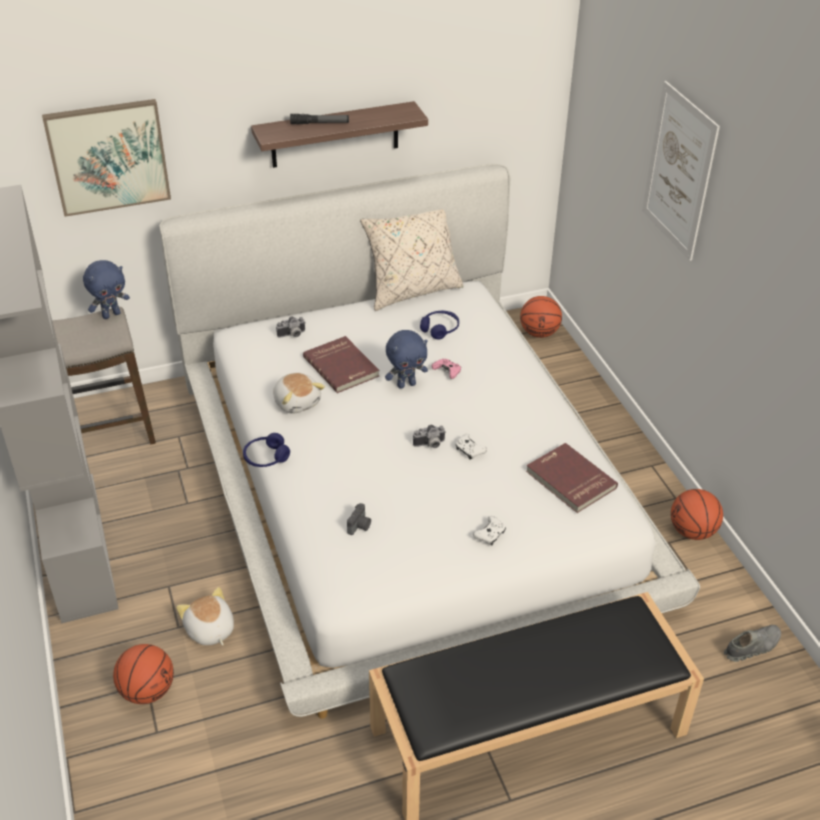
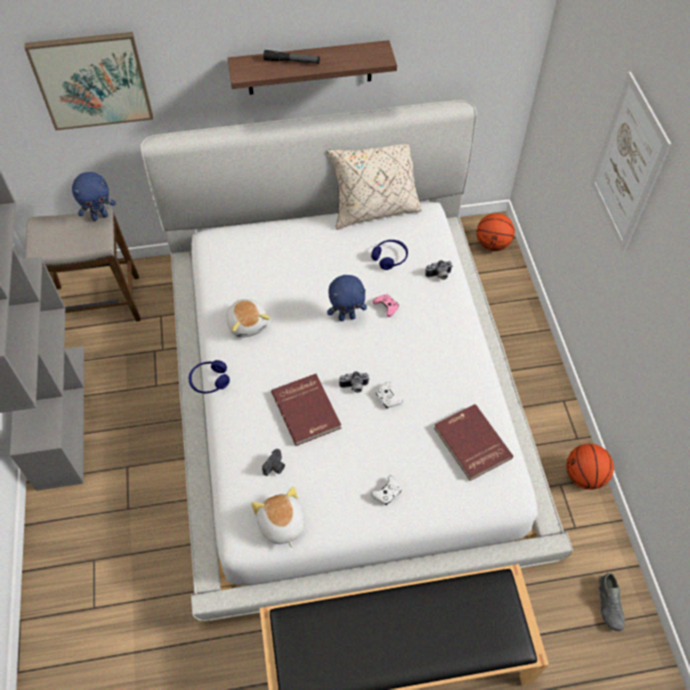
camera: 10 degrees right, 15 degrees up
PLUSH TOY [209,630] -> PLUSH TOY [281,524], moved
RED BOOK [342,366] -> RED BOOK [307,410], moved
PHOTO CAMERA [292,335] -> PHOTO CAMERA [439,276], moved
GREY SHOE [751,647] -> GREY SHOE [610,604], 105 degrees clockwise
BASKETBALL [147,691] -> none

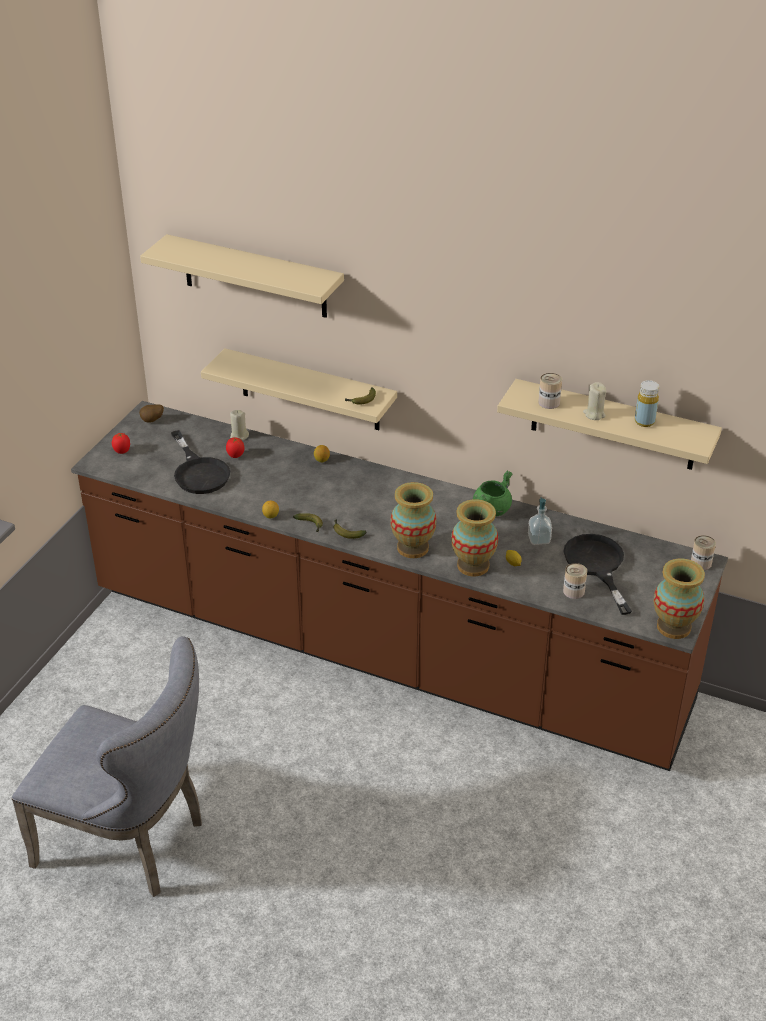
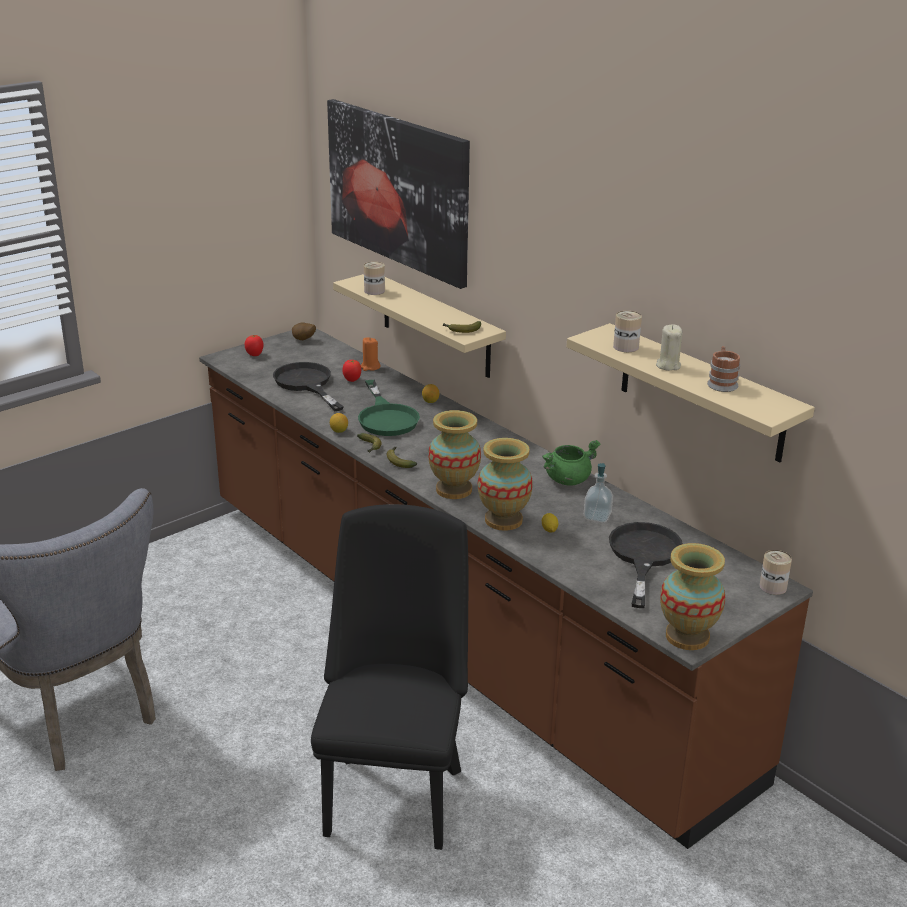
camera: 25 degrees right, 10 degrees down
BLACK FRYING PAN [199,472] -> BLACK FRYING PAN [306,384], 150 degrees clockwise
none -> BLACK CHAIR [394,791]
BEIGE SHELF [254,277] -> PICTURE [398,190]
none -> GREEN FRYING PAN [386,417]
BEIGE CANDLE [239,436] -> ORANGE CANDLE [370,367]
CAN [573,591] -> CAN [374,291], moved
YELLOW BOTTLE [644,422] -> MUG [721,383]

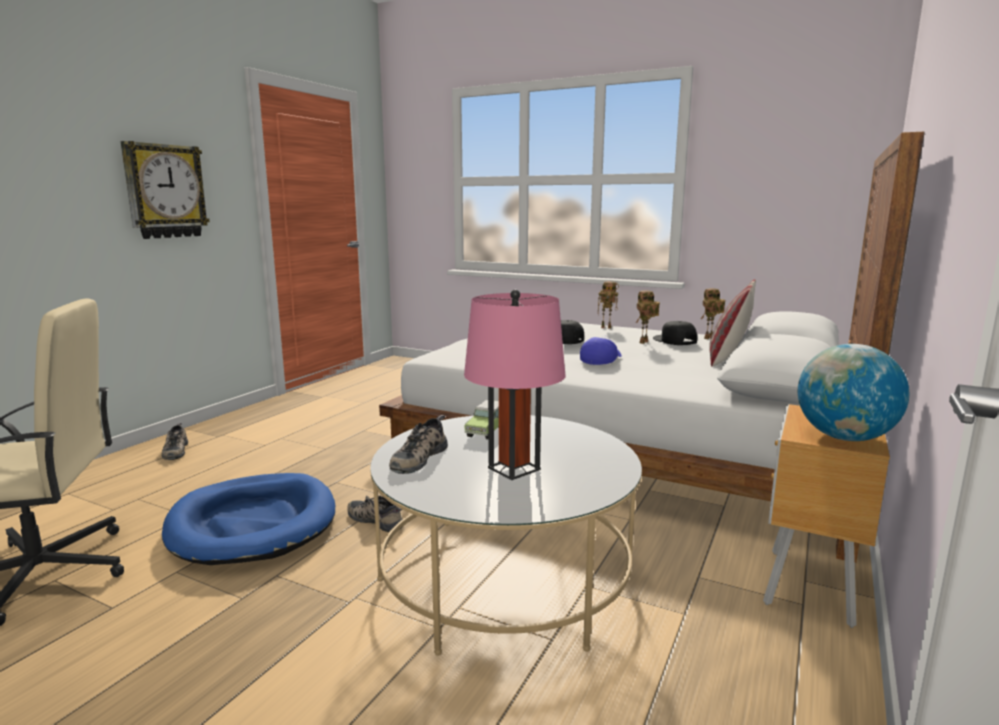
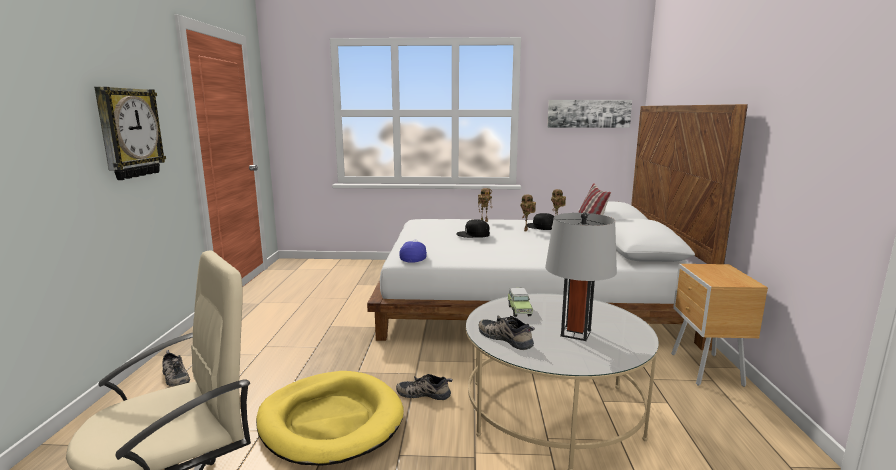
camera: 25 degrees left, 0 degrees up
BLUE DOG BED [253,523] -> YELLOW DOG BED [331,421]
CAP [601,358] -> CAP [414,256], moved
SHOE [418,457] -> SHOE [506,338], 135 degrees clockwise
PINK TABLE LAMP [514,469] -> GREY TABLE LAMP [576,333]
none -> PICTURE [588,113]
GLOBE [844,437] -> none

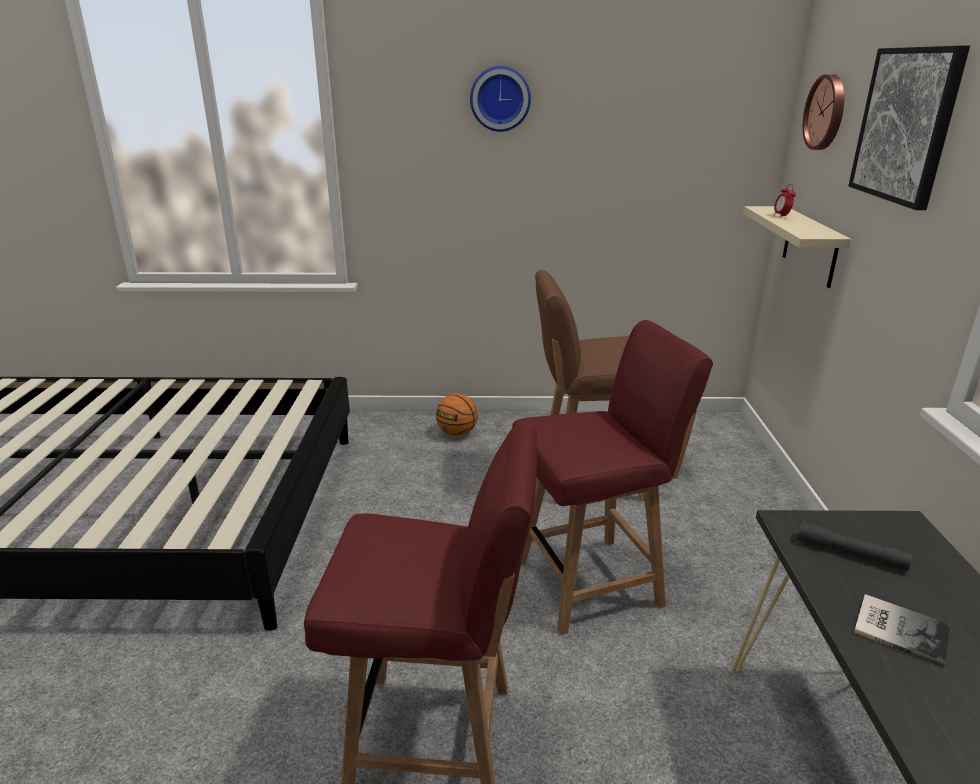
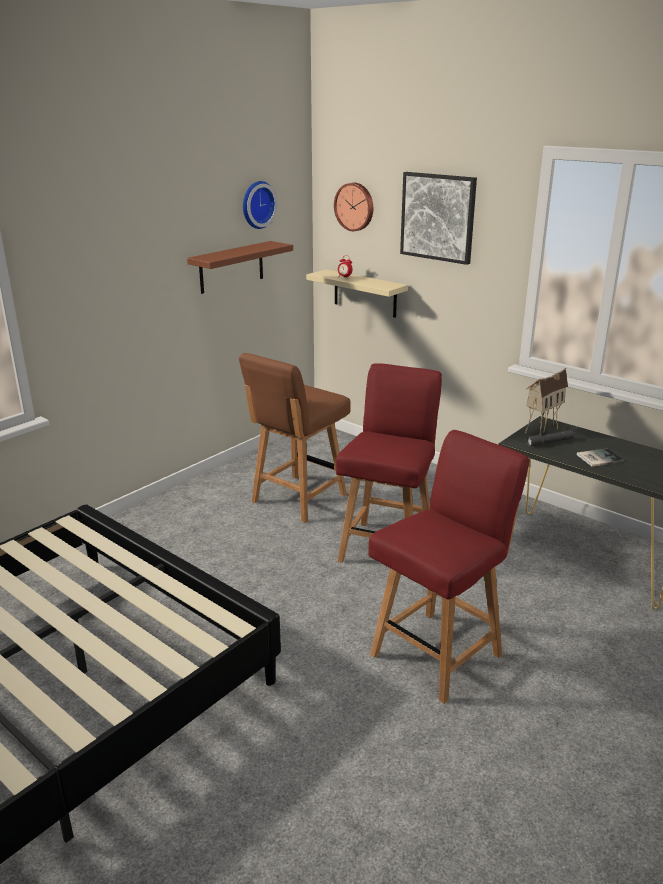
camera: 50 degrees left, 0 degrees up
none -> BROWN SHELF [231,267]
WALL CLOCK [500,99] -> WALL CLOCK [256,204], moved
none -> TOY HOUSE [540,429]
BASKETBALL [457,433] -> none

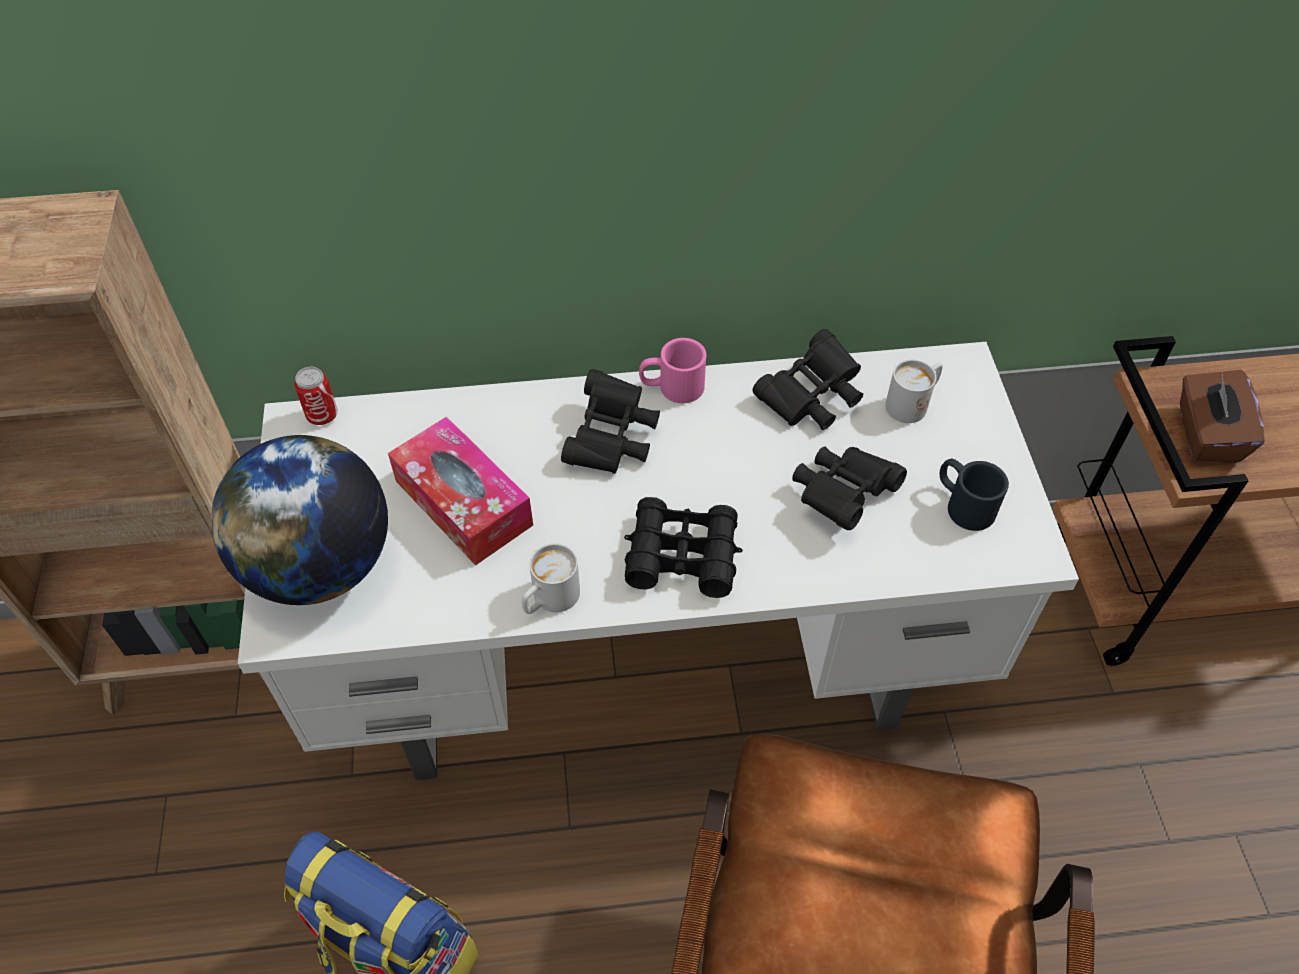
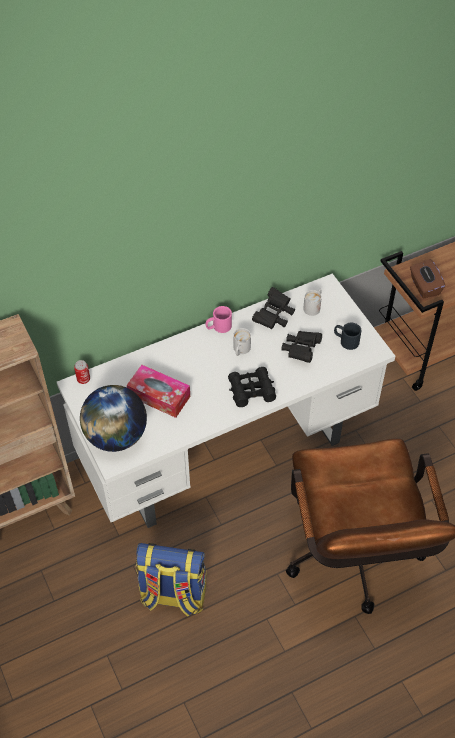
camera: 20 degrees left, 0 degrees up
WHITE MUG [549,600] -> WHITE MUG [240,350], moved
BLACK BINOCULARS [612,439] -> none

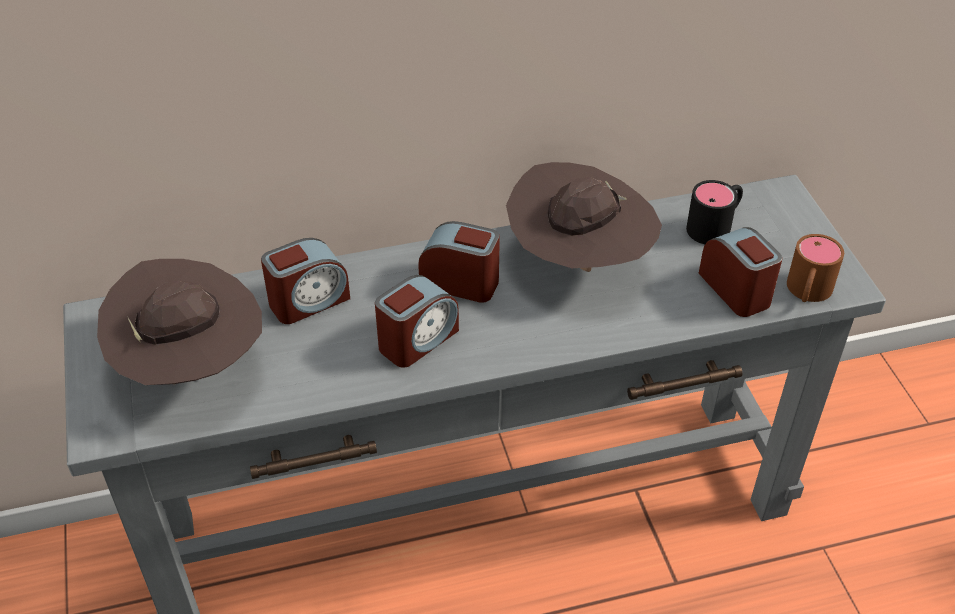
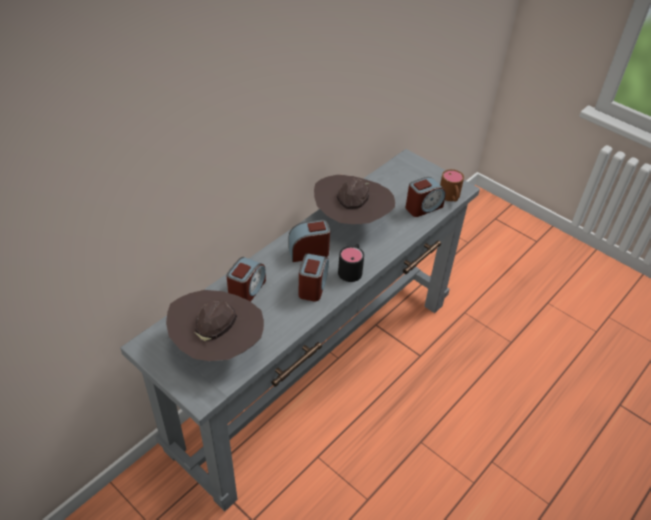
camera: 35 degrees left, 0 degrees up
BLACK MUG [715,226] -> BLACK MUG [351,269], moved
ALARM CLOCK [736,289] -> ALARM CLOCK [423,207], 120 degrees clockwise

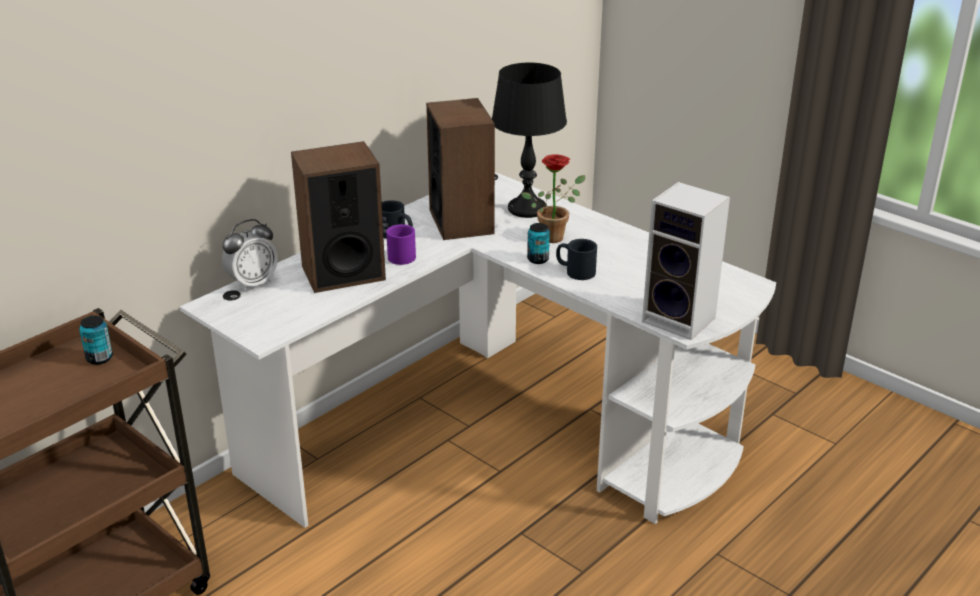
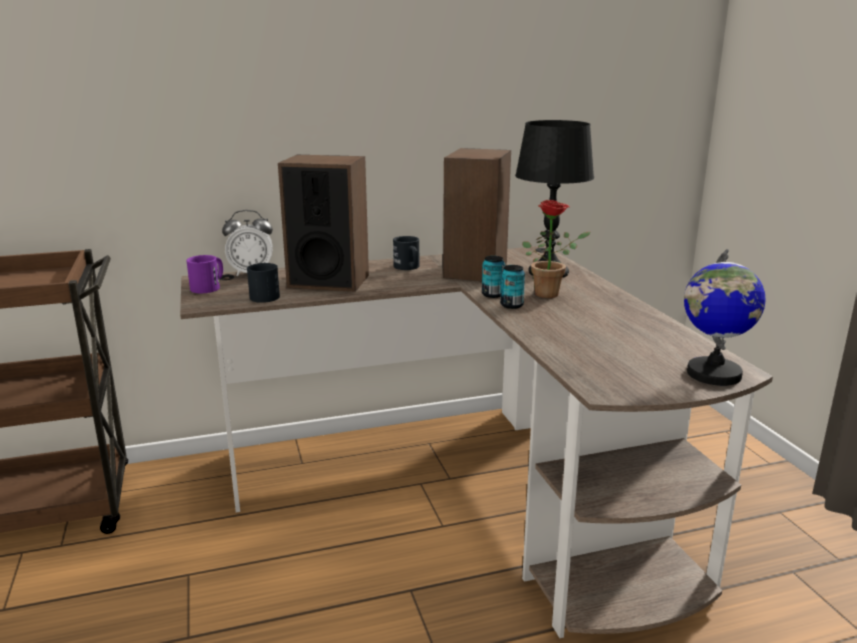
camera: 30 degrees right, 10 degrees down
WHITE DESK [493,429] -> BROWN DESK [469,488]
PURPLE MUG [401,254] -> PURPLE MUG [209,287], moved
BLACK MUG [575,271] -> BLACK MUG [262,295], moved
CAN [99,358] -> CAN [492,294], moved
none -> GLOBE [713,374]
SPEAKER [682,320] -> none

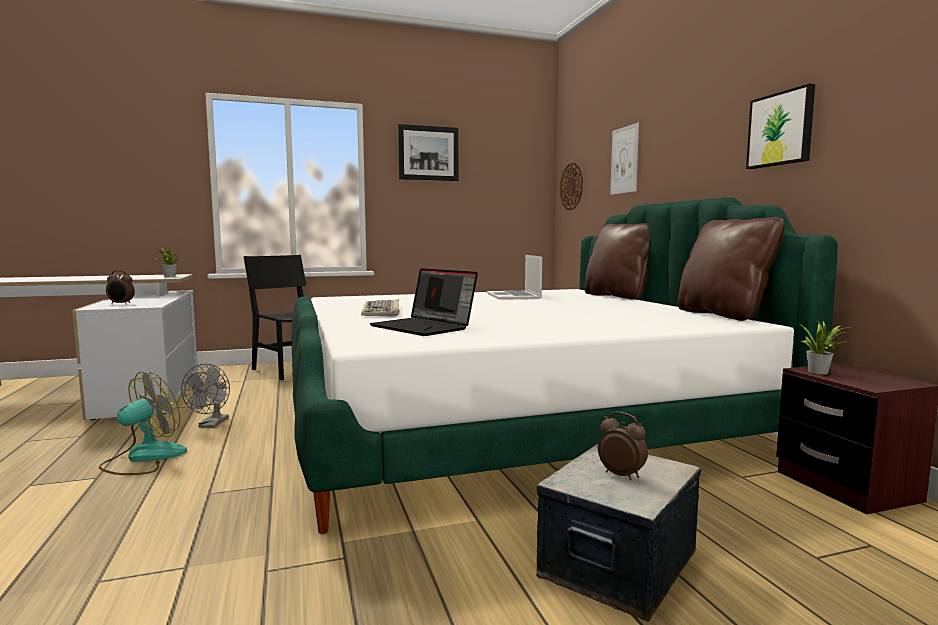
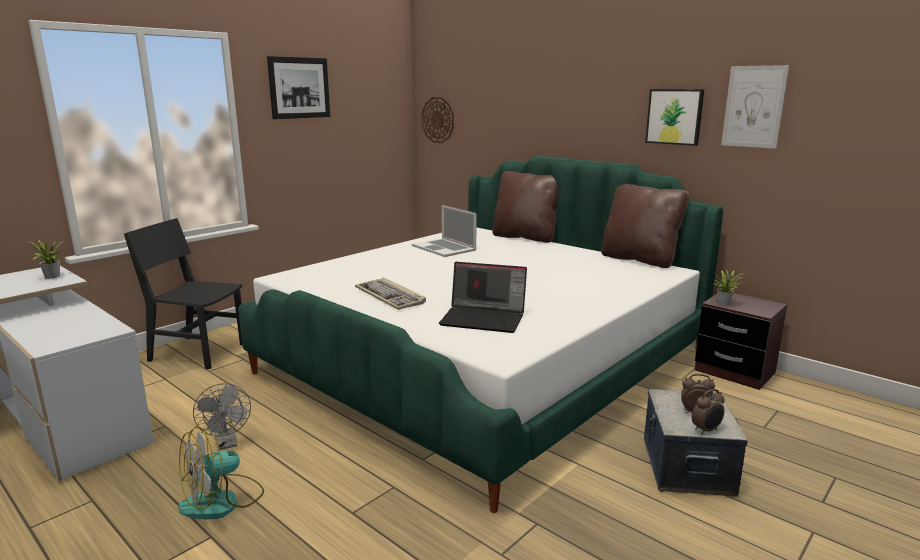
camera: 30 degrees left, 10 degrees up
FAN [143,458] -> FAN [222,501], 135 degrees counterclockwise
ALARM CLOCK [121,304] -> ALARM CLOCK [706,430], moved
PICTURE [624,160] -> PICTURE [753,107], moved

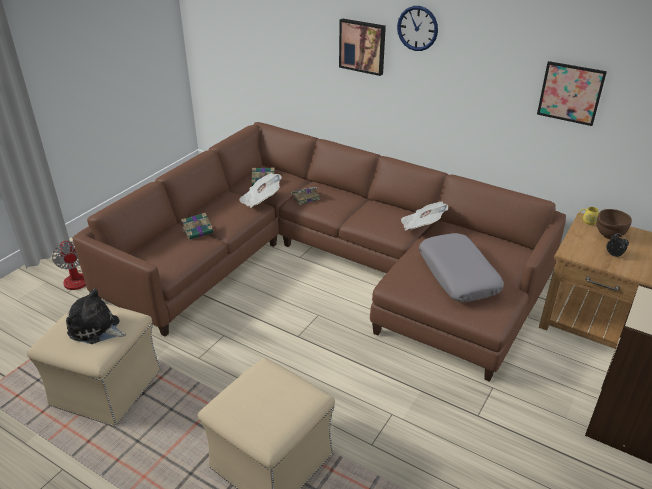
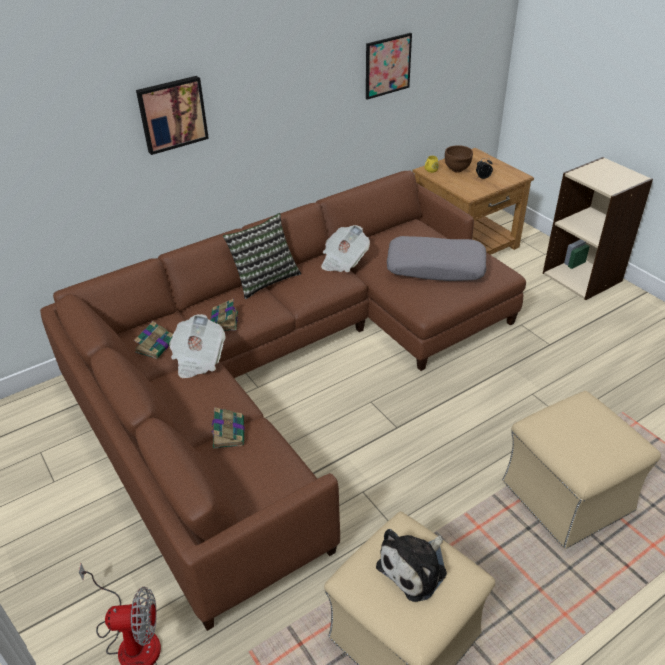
camera: 65 degrees left, 5 degrees up
none -> PILLOW [264,279]
WALL CLOCK [417,28] -> none

